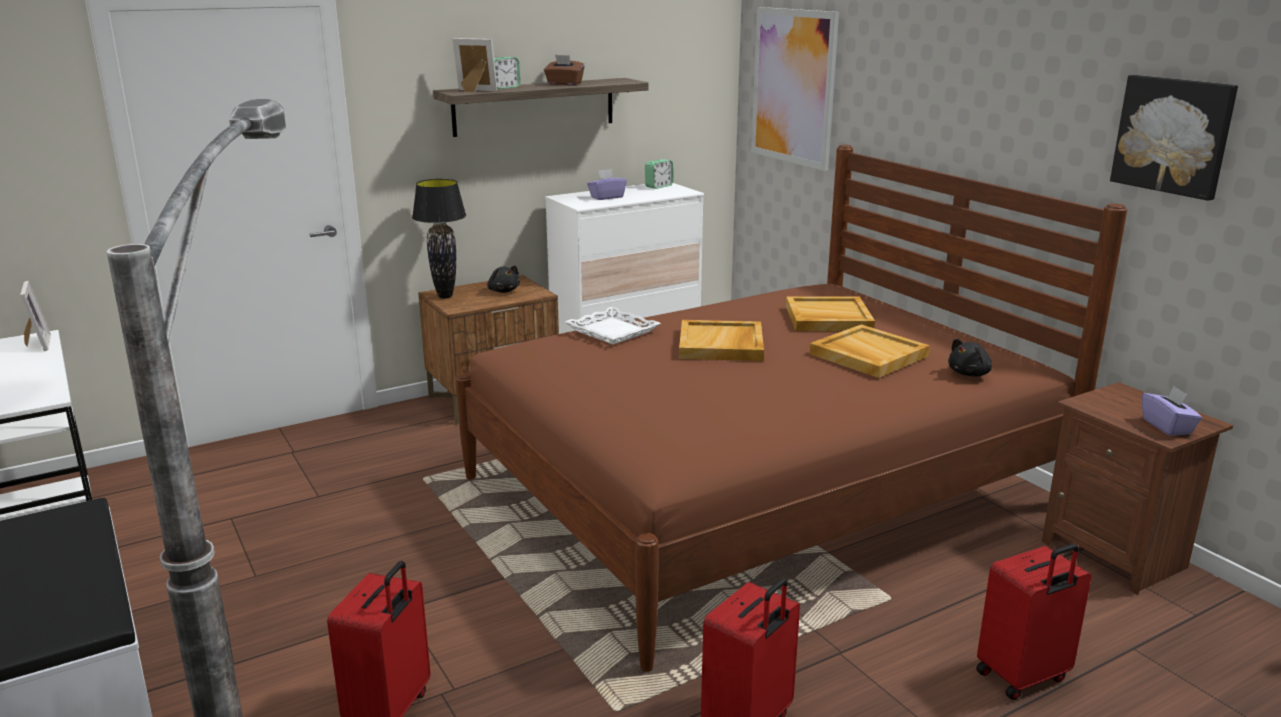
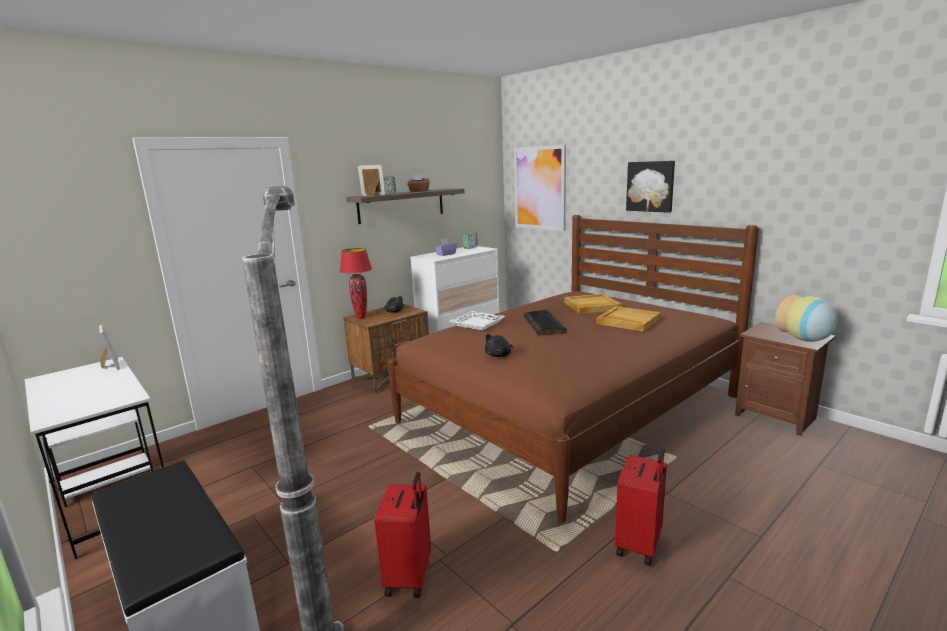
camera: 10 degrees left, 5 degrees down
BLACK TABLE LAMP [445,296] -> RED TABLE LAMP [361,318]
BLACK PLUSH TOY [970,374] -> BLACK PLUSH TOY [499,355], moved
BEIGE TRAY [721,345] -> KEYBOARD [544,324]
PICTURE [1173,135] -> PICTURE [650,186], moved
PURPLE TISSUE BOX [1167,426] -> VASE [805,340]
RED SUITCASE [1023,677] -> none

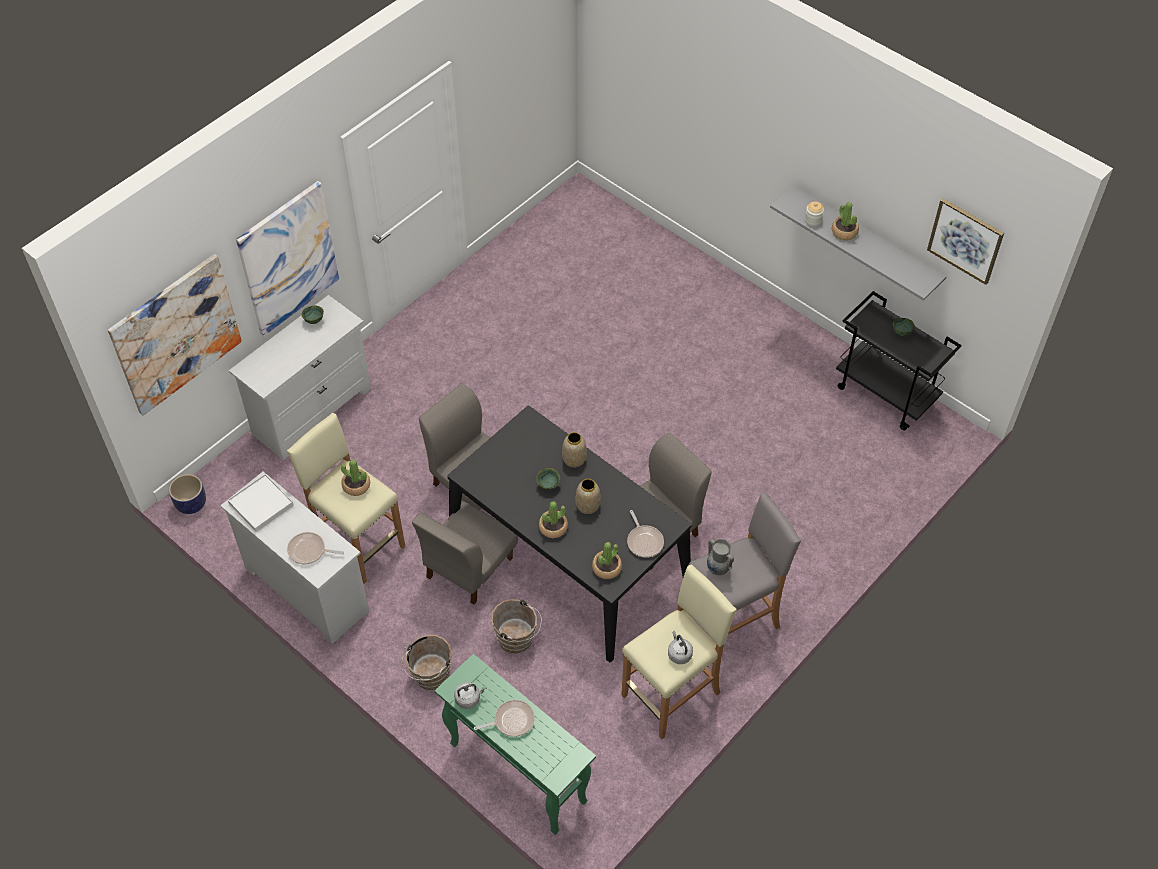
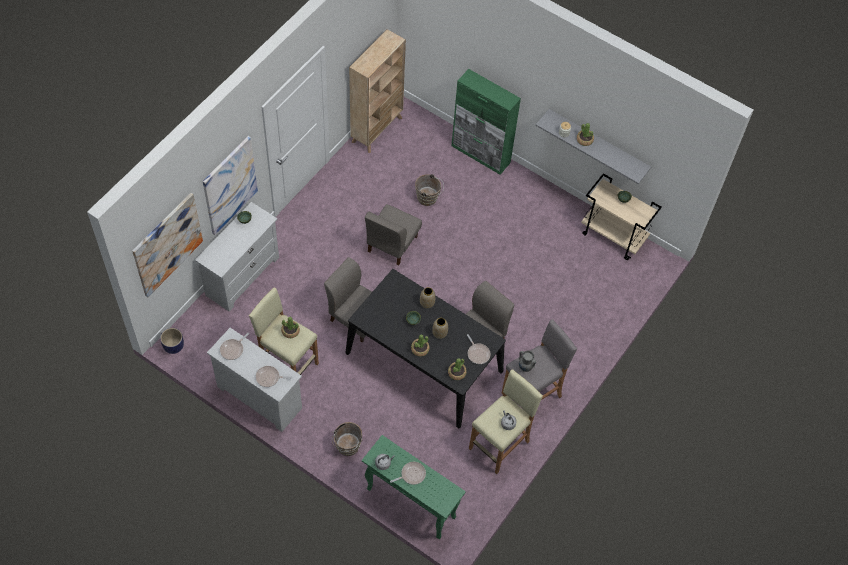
camera: 10 degrees left, 5 degrees up
WHITE TRAY [261,504] -> FRYING PAN [233,349]
none -> BEIGE BOOKCASE [377,130]
GREY CHAIR [468,567] -> GREY CHAIR [392,244], moved
BROWN BUCKET [518,639] -> BROWN BUCKET [428,198], moved
none -> GREEN CABINET [481,154]
BLACK CART [886,394] -> BEIGE CART [613,236]
PICTURE [965,240] -> none

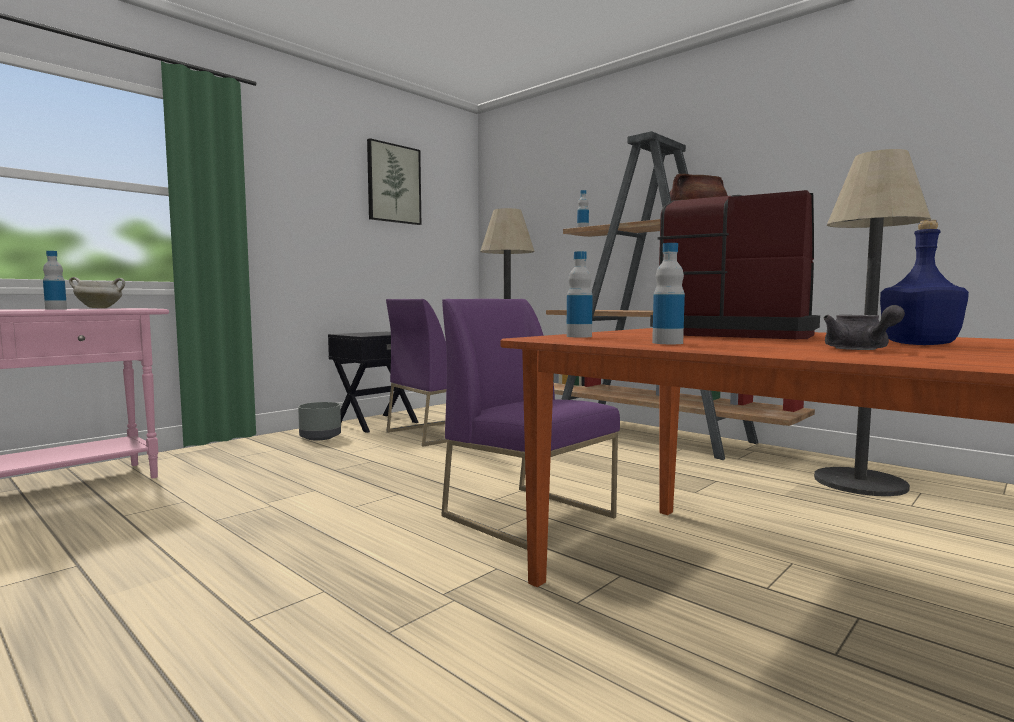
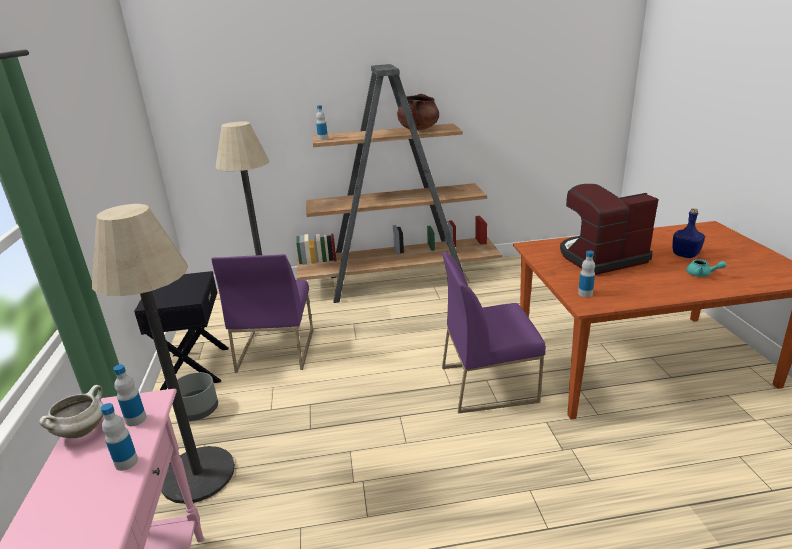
camera: 50 degrees left, 20 degrees up
FLOOR LAMP [860,482] -> FLOOR LAMP [198,474], moved
BOTTLE [667,343] -> BOTTLE [136,419], moved
GREY TEAPOT [860,349] -> TURQUOISE TEAPOT [702,274]
PICTURE [393,184] -> none

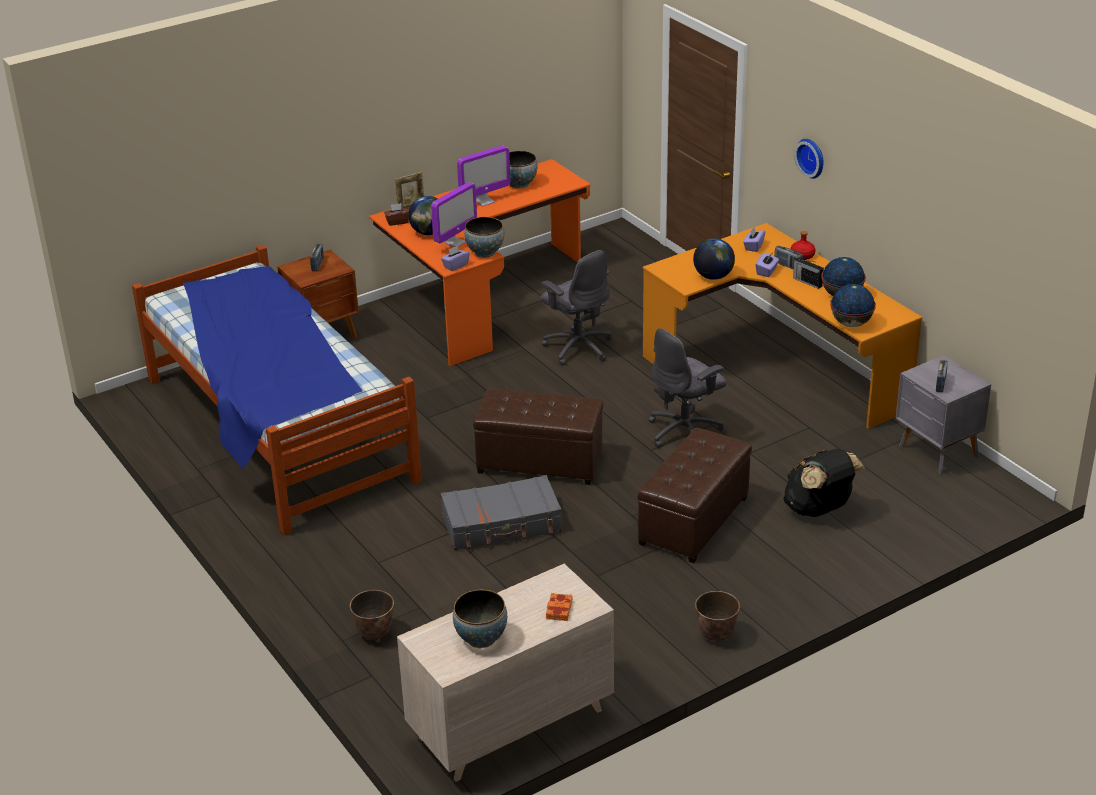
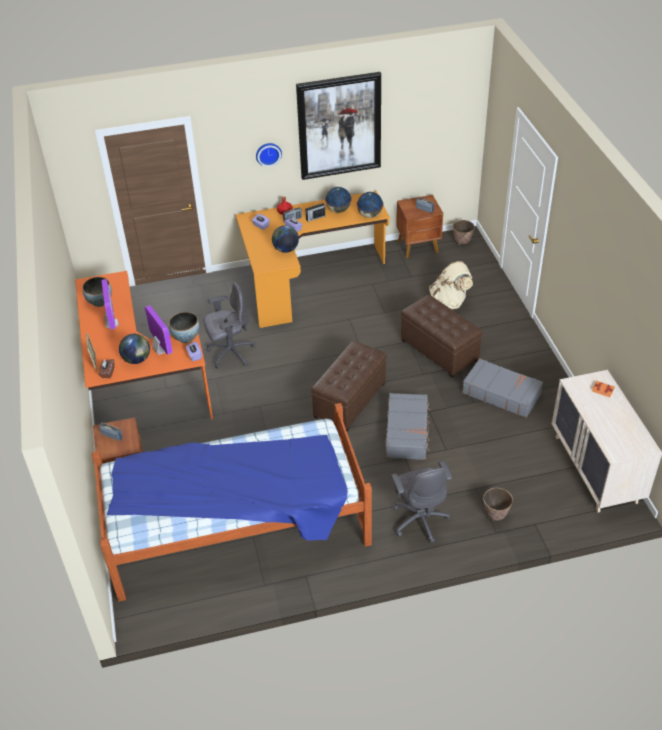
camera: 70 degrees left, 10 degrees up
none -> PICTURE [339,126]
GREY OFFICE CHAIR [685,432] -> GREY OFFICE CHAIR [419,519], moved
GREY NIGHTSTAND [938,452] -> BROWN NIGHTSTAND [418,247]
BLACK BACKPACK [819,509] -> BEIGE BACKPACK [449,302]
PLANTER [716,636] -> PLANTER [462,242], moved
none -> GREY SUITCASE [501,393]
BOWL [481,638] -> none

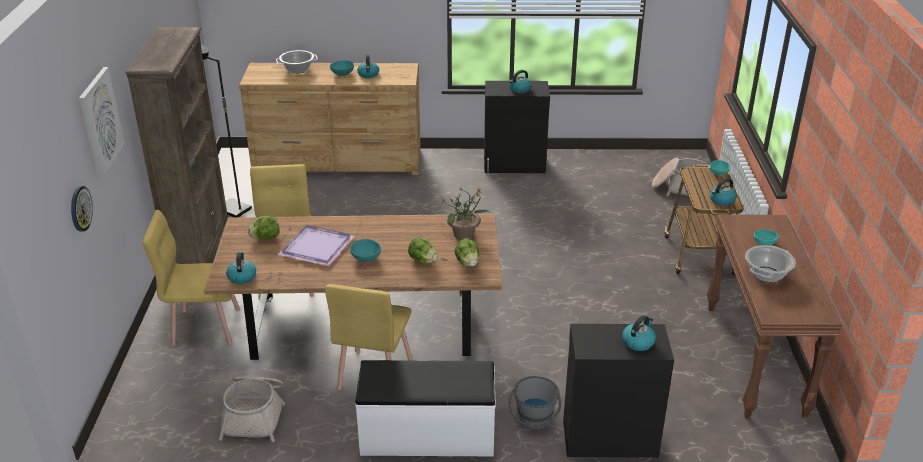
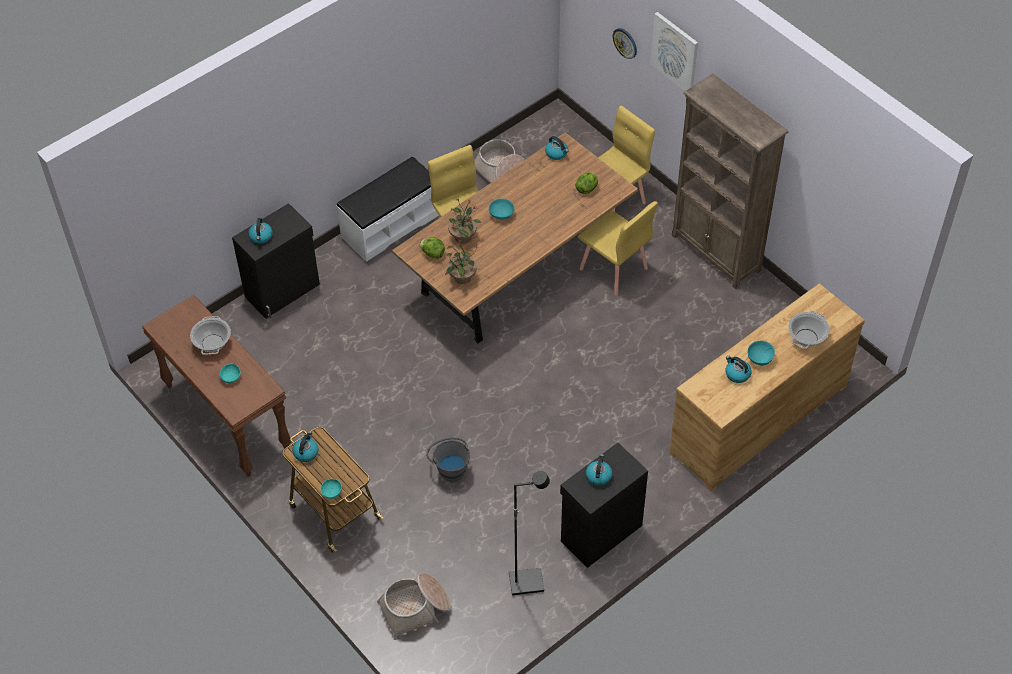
camera: 140 degrees right, 20 degrees up
GREY BUCKET [534,423] -> GREY BUCKET [449,468], moved
LETTUCE [422,260] -> POTTED PLANT [463,236]
BLACK FLOOR LAMP [233,210] -> BLACK FLOOR LAMP [526,582], moved
PURPLE TRAY [316,246] -> none

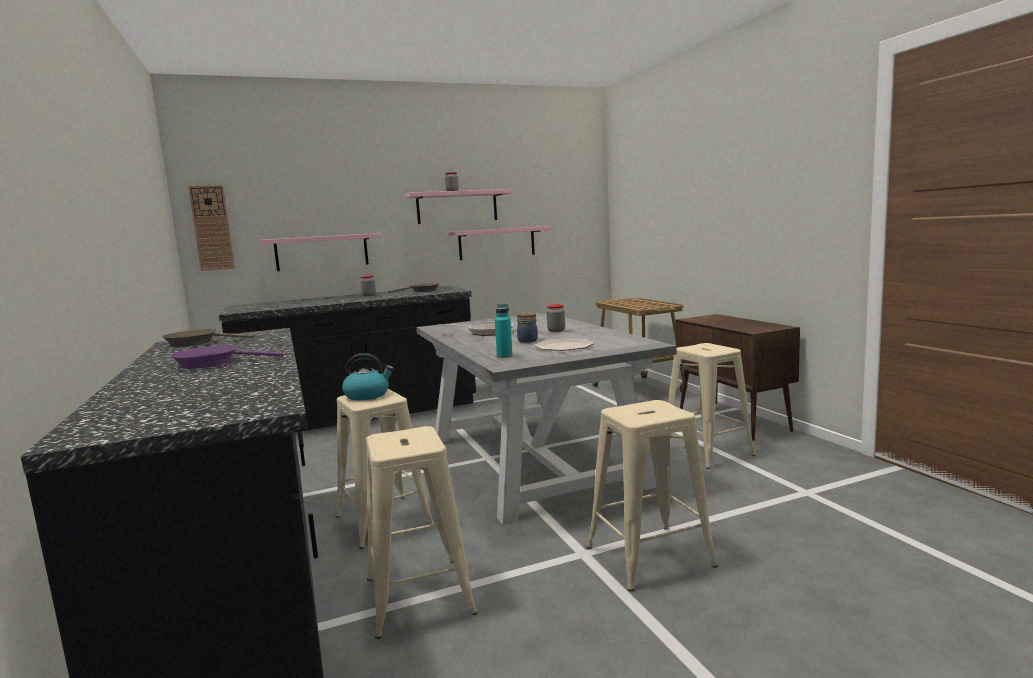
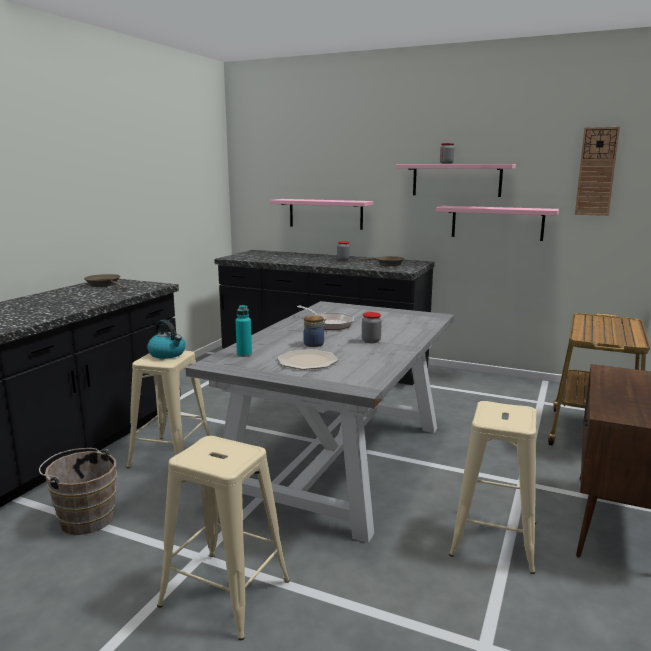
camera: 45 degrees right, 5 degrees up
BEIGE STOOL [419,596] -> BROWN BUCKET [84,517]
WALL CLOCK [212,228] -> WALL CLOCK [596,171], moved
PURPLE FRYING PAN [212,363] -> none

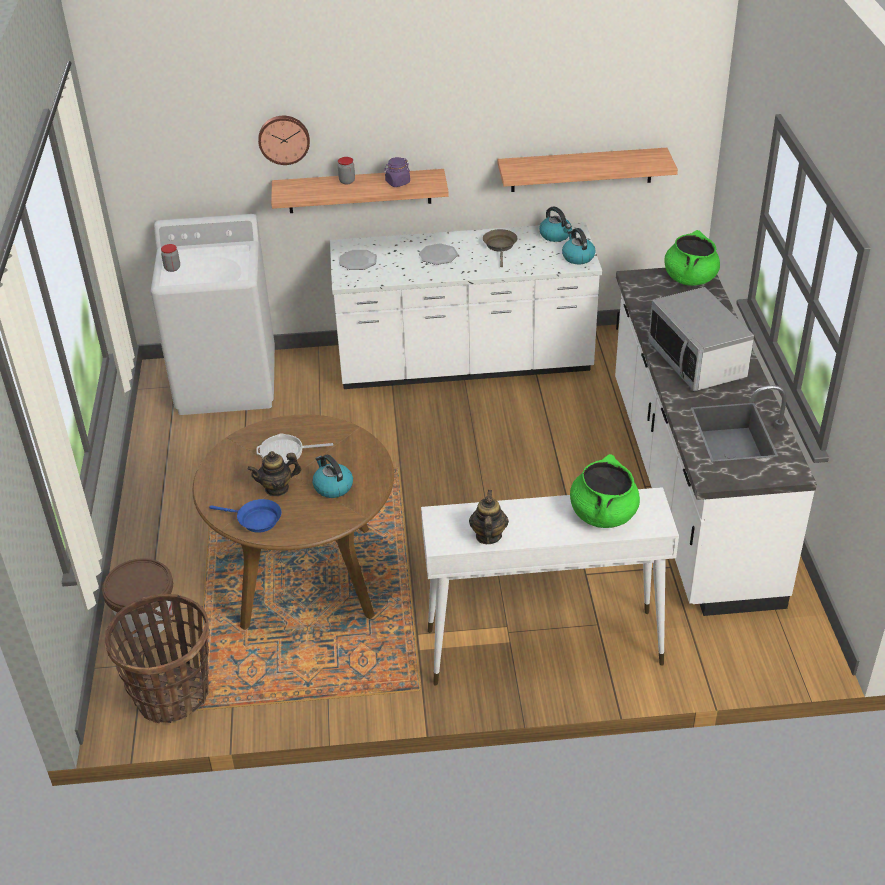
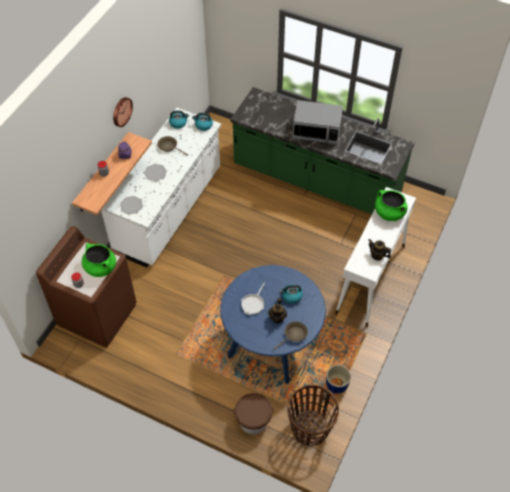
camera: 60 degrees left, 15 degrees up
WHITE WASHING MACHINE [227,383] -> BROWN WASHING MACHINE [98,314]
GREEN COOKING POT [690,278] -> GREEN COOKING POT [100,267], moved
WALL CLOCK [284,139] -> WALL CLOCK [121,111], moved
BROWN DINING TABLE [307,577] -> BLUE DINING TABLE [271,343]
WHITE COUNTER [689,488] -> GREEN COUNTER [316,181]
BLUE FRYING PAN [256,520] -> BROWN FRYING PAN [294,335]
none -> BLUE PLANTER [336,384]
SHELF [581,170] -> none

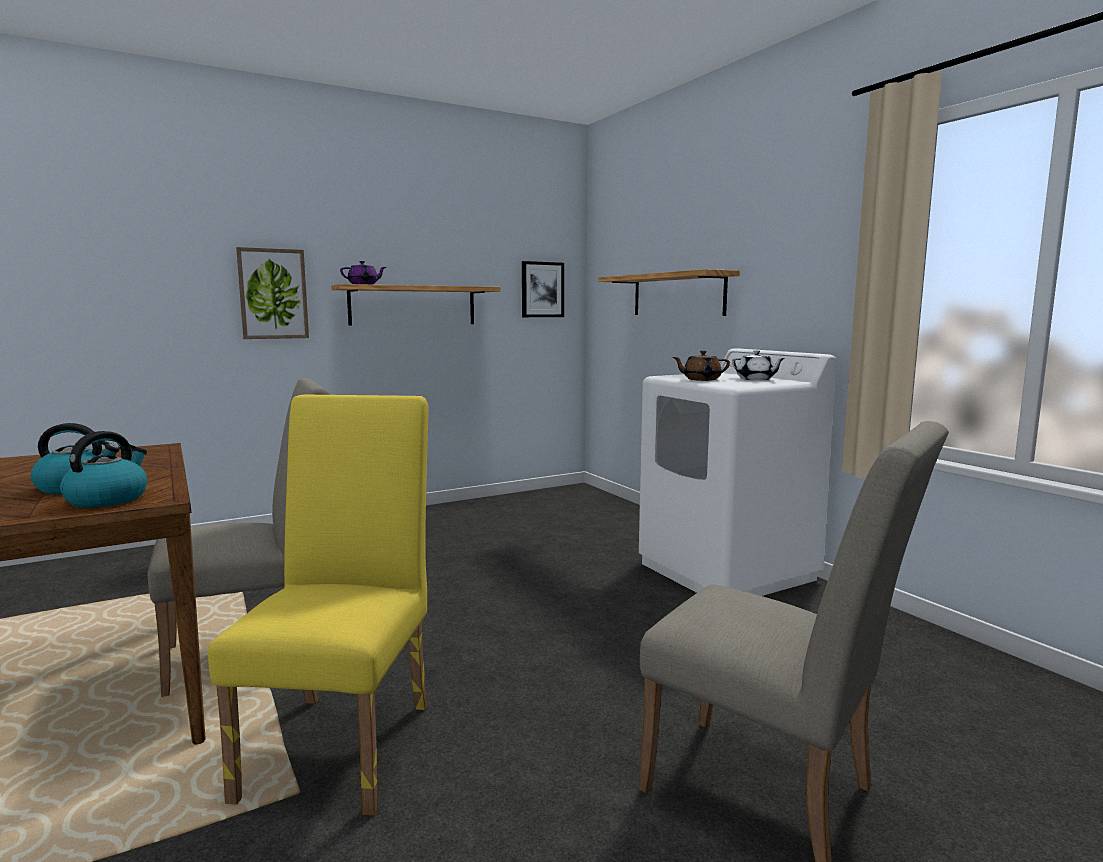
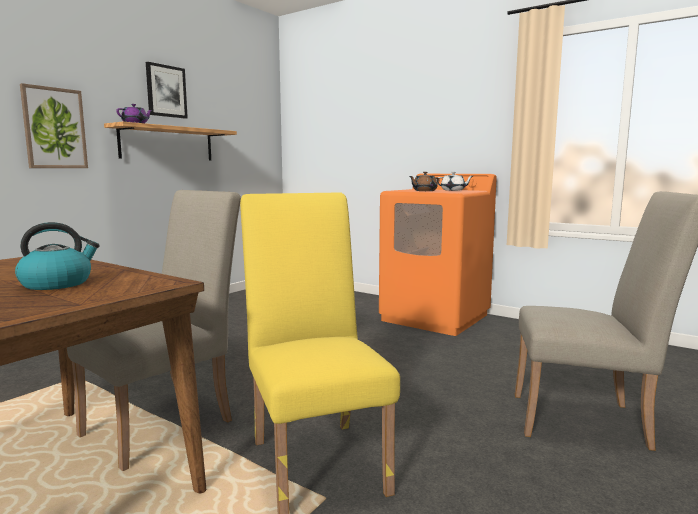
camera: 25 degrees left, 0 degrees up
PICTURE [542,289] -> PICTURE [166,91], moved
WHITE WASHING MACHINE [727,571] -> ORANGE WASHING MACHINE [435,317]
KETTLE [108,499] -> none
SHELF [677,295] -> none

